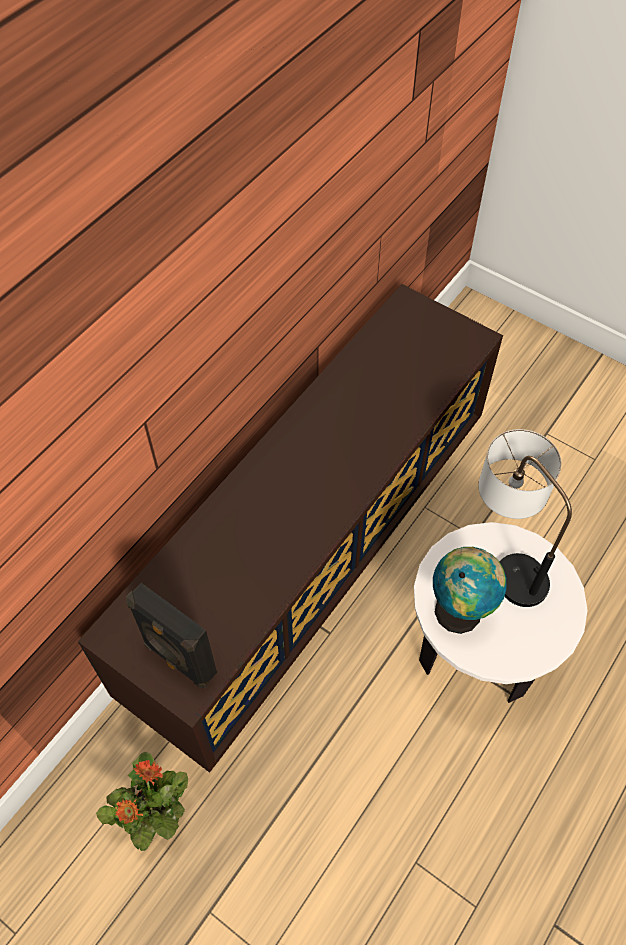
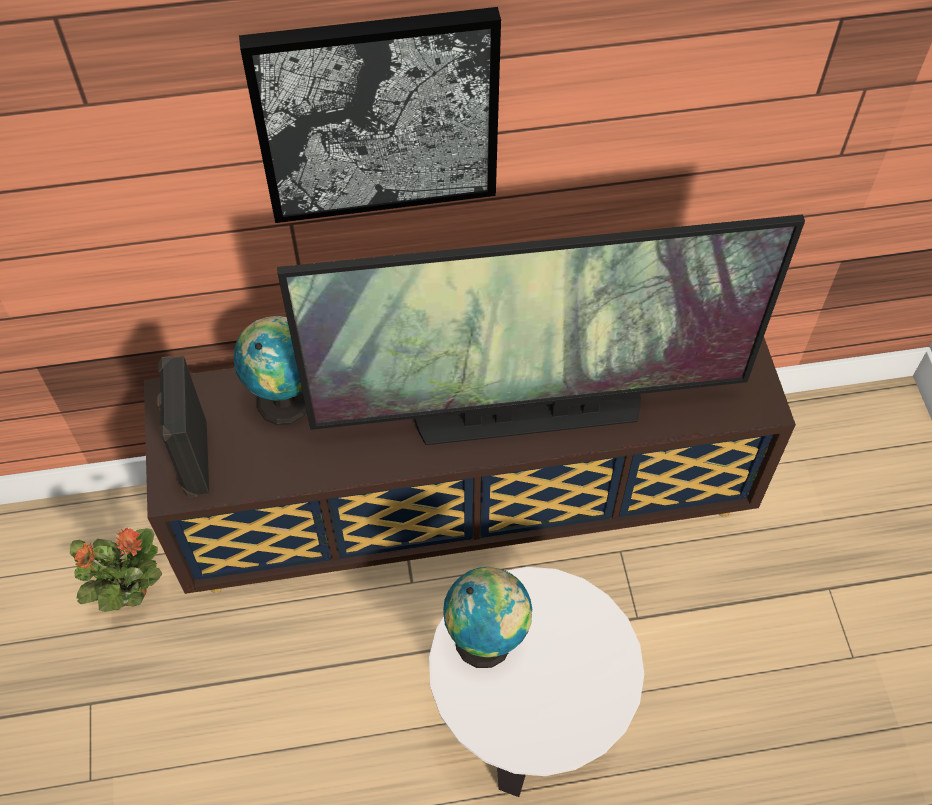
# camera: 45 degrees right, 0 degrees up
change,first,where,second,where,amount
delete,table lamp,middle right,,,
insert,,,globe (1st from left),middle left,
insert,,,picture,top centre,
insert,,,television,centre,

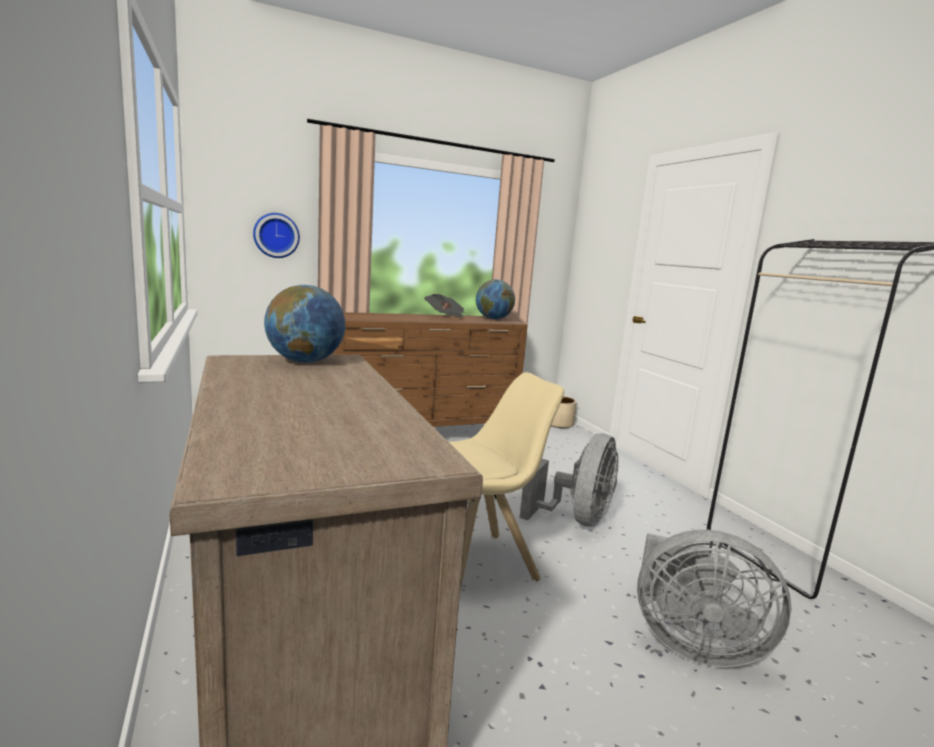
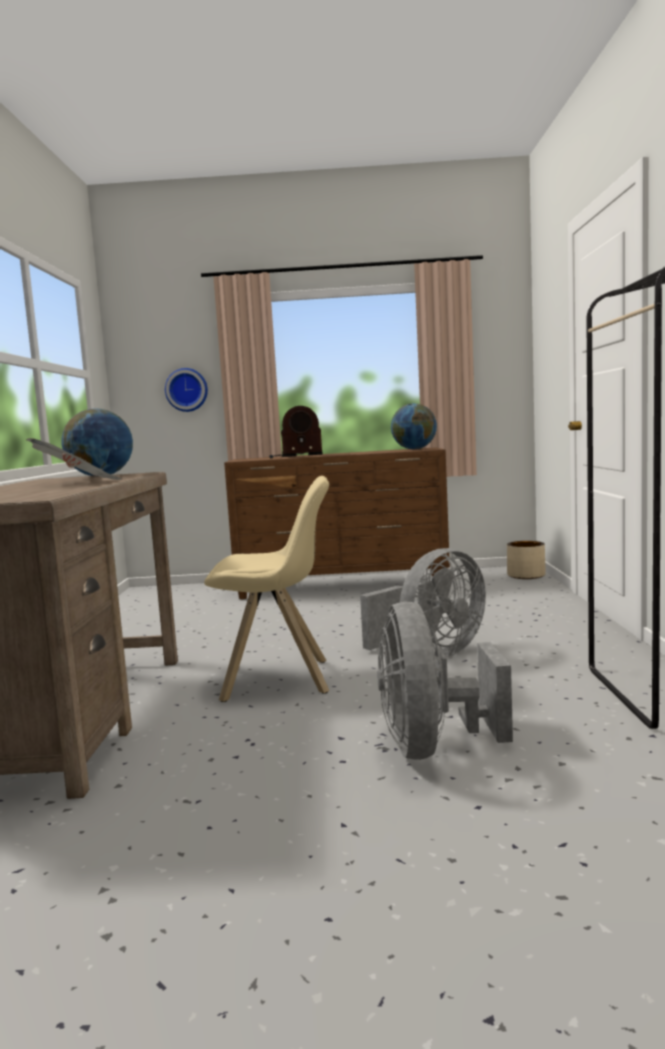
# camera: 25 degrees right, 5 degrees down
change,first,where,second,where,amount
insert,,,radio,centre,
move,newspaper,centre,,middle left,
rotate,fan/grey (2nd from left),bottom right,,middle right,45 degrees clockwise

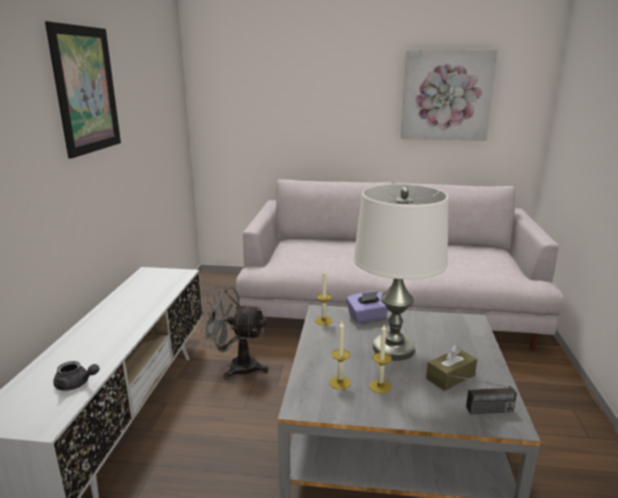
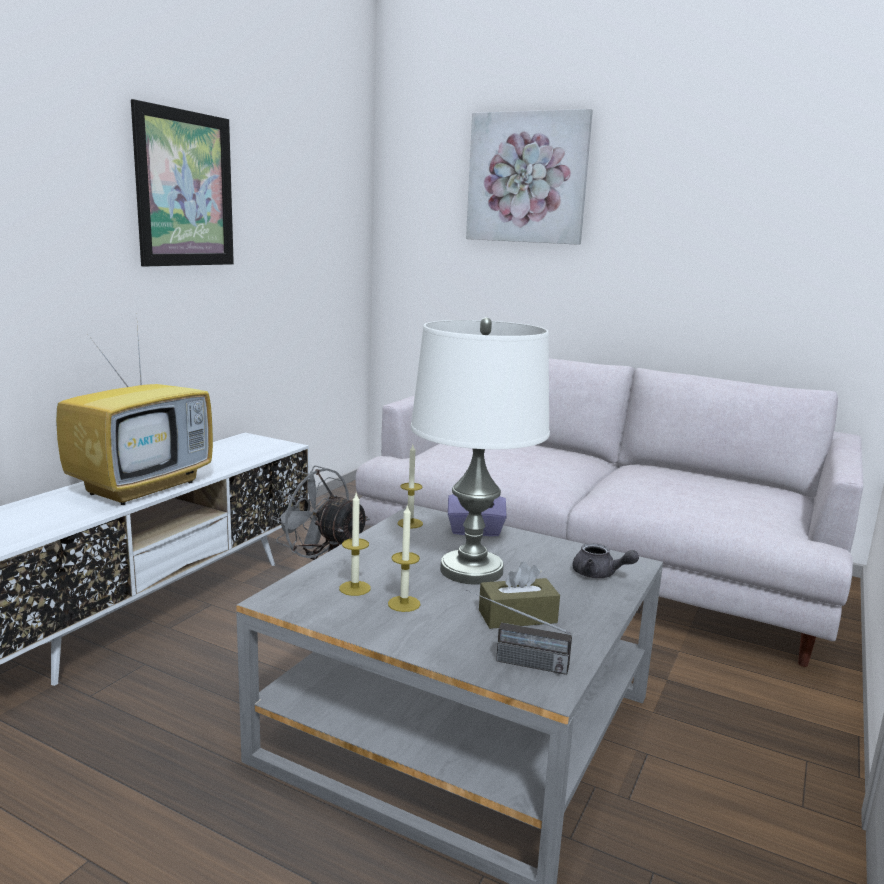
# camera: 20 degrees right, 5 degrees down
change,first,where,second,where,amount
insert,,,television,middle left,
move,teapot/grey,bottom left,,middle right,
move,picture (2nd from left),top right,,top centre,

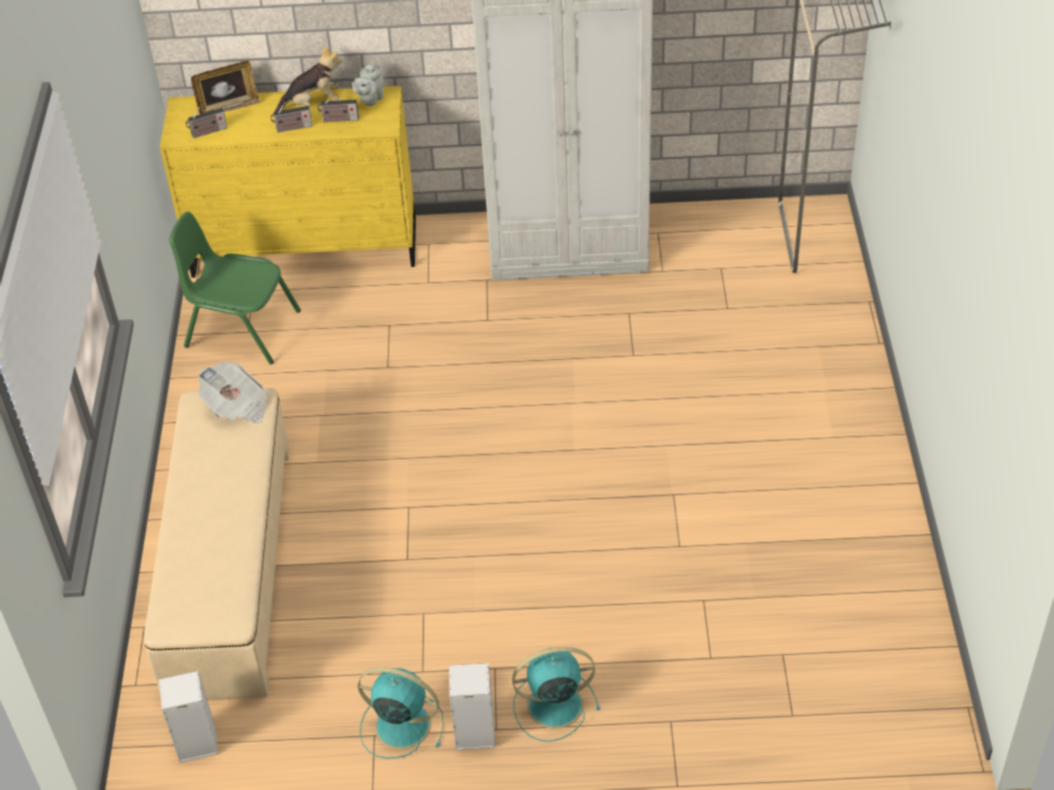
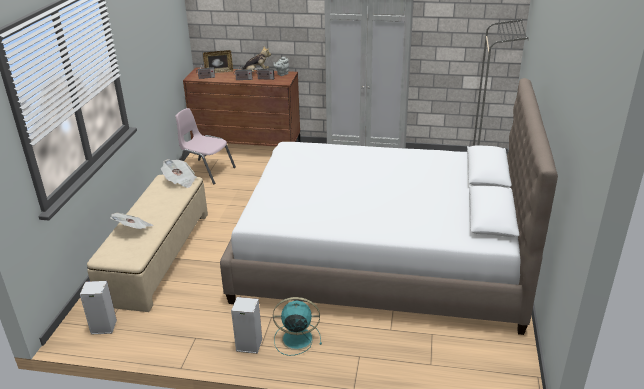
# camera: 10 degrees right, 15 degrees down
change,first,where,second,where,amount
delete,fan/turquoise (1st from left),bottom centre,,,
insert,,,newspaper (1st from left),middle left,
insert,,,bed/white,centre,
recolor,dresser/yellow,top left,dresser/brown,top centre,
recolor,chair/green,middle left,chair/pink,middle left,

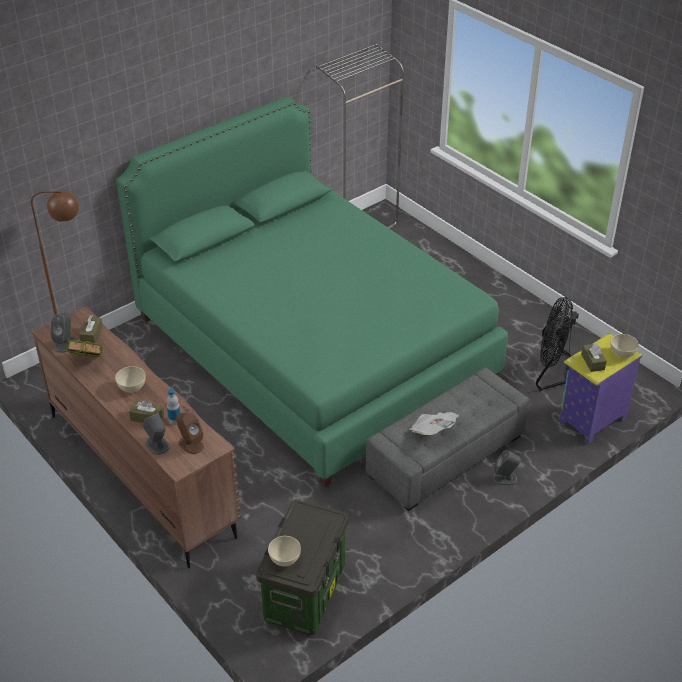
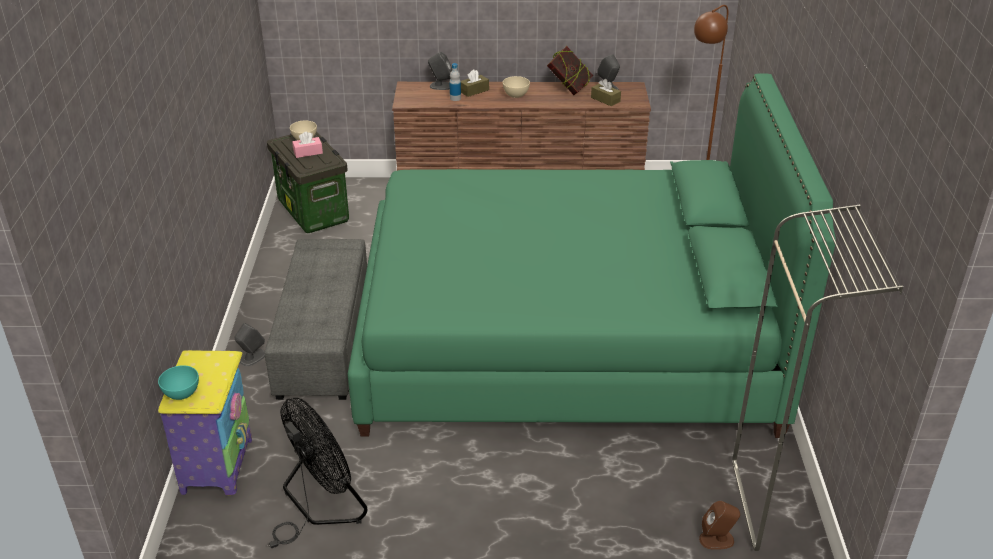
# camera: 130 degrees right, 5 degrees down
change,first,where,second,where,amount
delete,newspaper,centre,,,
delete,tissue box/brown (3rd from left),middle right,,,
insert,,,tissue box/pink,top left,
move,speaker/brown,middle left,,bottom right,
recolor,bowl/beige (3rd from left),middle right,bowl/turquoise,bottom left,

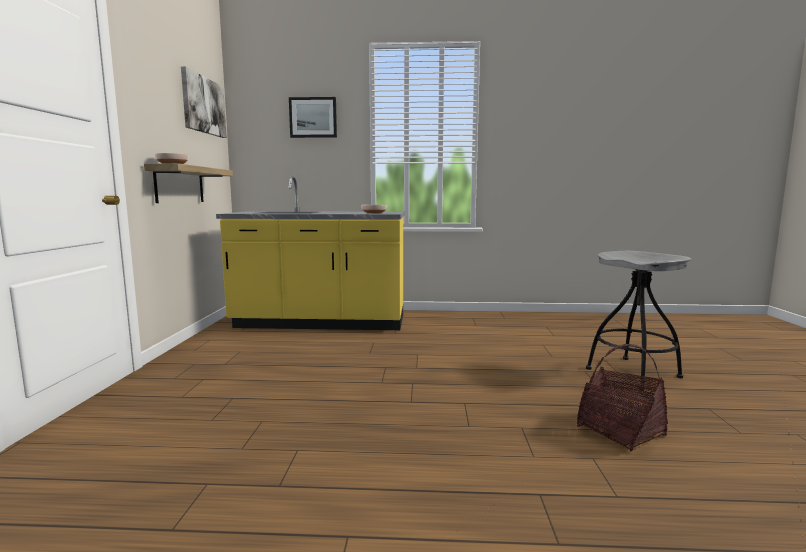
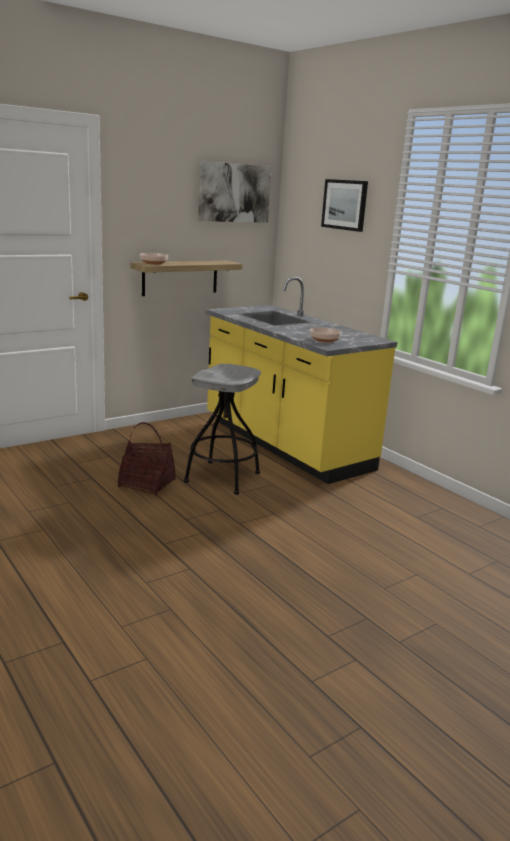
# camera: 50 degrees right, 10 degrees up
change,first,where,second,where,amount
move,basket,bottom right,,middle left,
move,stool/grey,middle right,,centre,

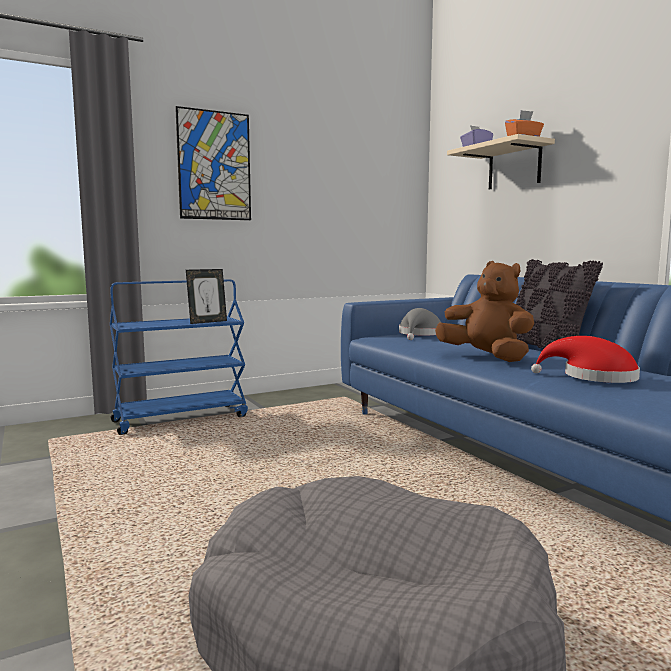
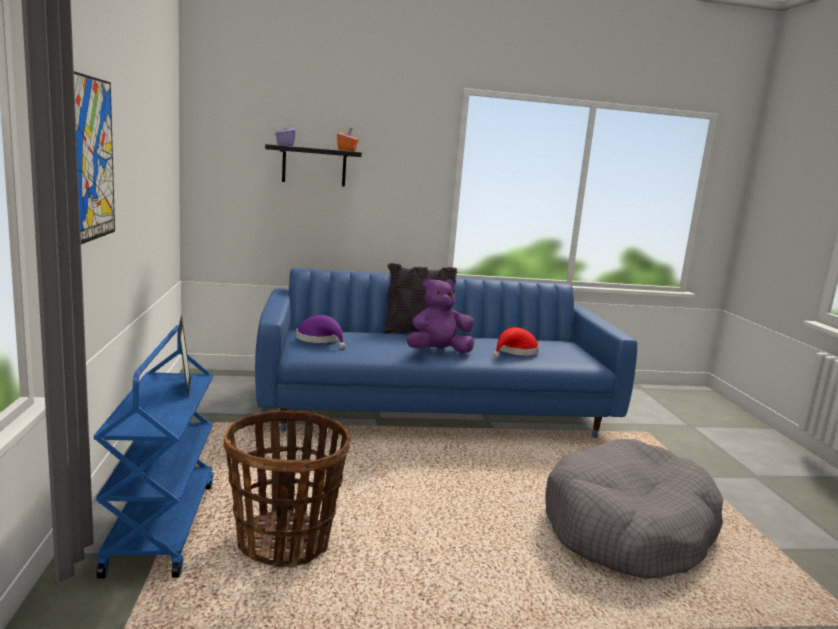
# camera: 70 degrees left, 5 degrees up
change,first,where,second,where,amount
insert,,,basket,bottom centre,
recolor,hat/grey,centre,hat/purple,centre,
recolor,plush toy/brown,middle right,plush toy/purple,centre,
recolor,shelf/beige,top right,shelf/black,top centre,

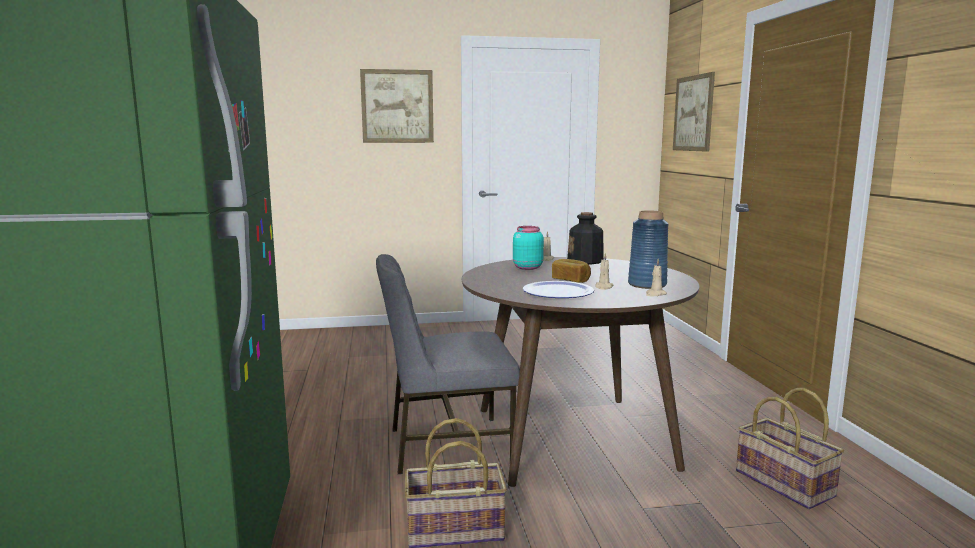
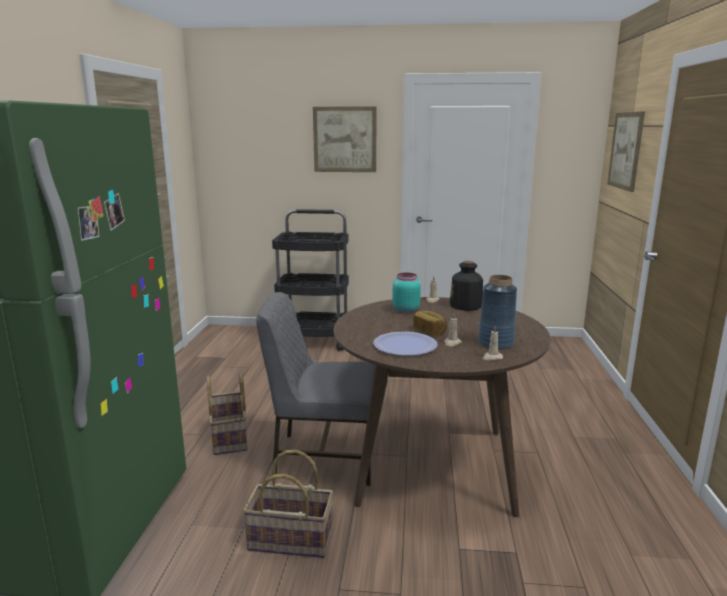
# camera: 15 degrees right, 5 degrees up
change,first,where,second,where,amount
insert,,,cart/black,centre,
move,basket (2nd from left in the first image),bottom right,basket (1st from left),bottom left,

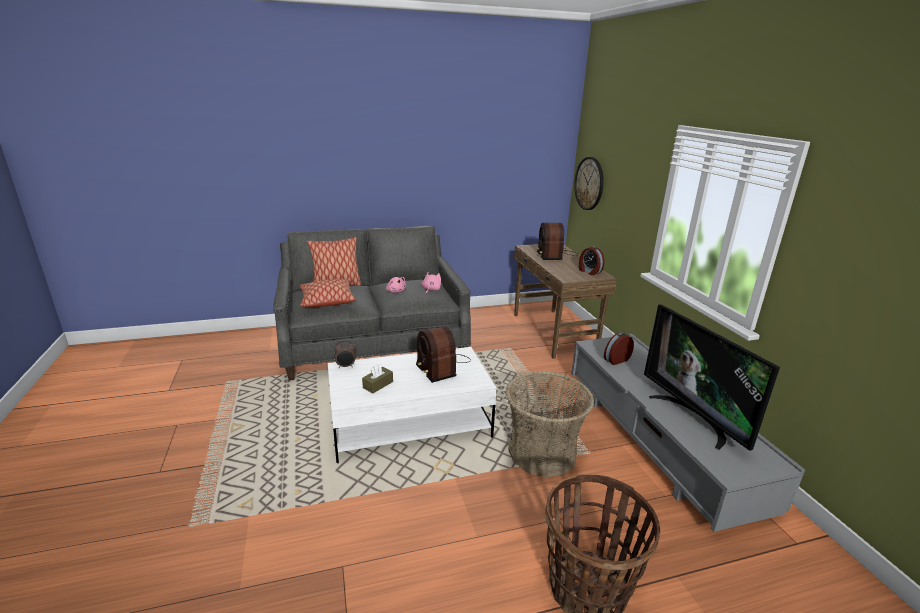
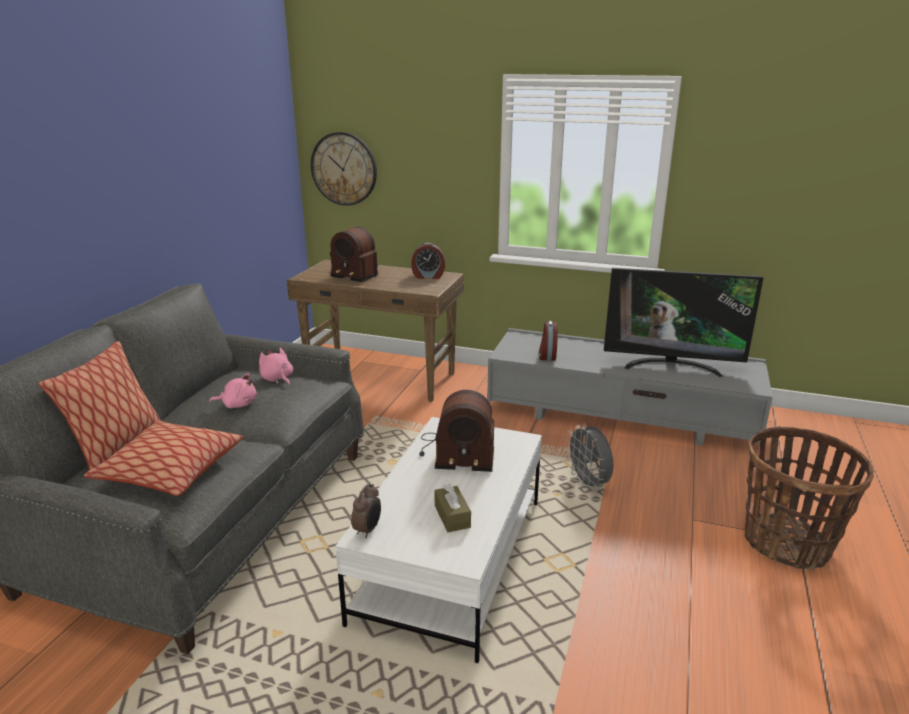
# camera: 55 degrees left, 0 degrees up
change,first,where,second,where,amount
replace,basket (1st from left),bottom centre,fan/grey,centre,

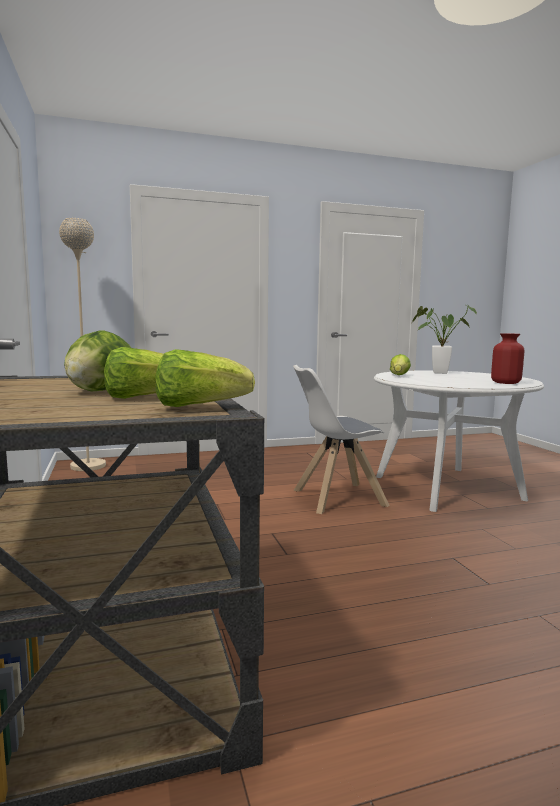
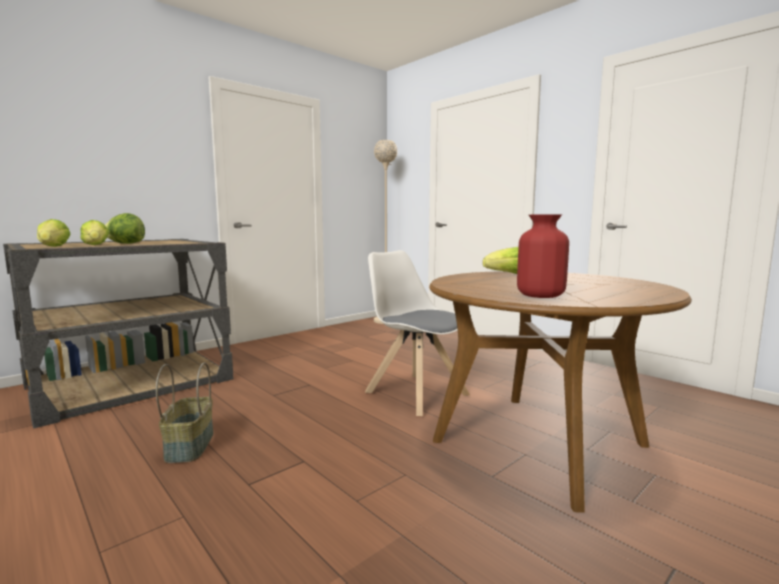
# camera: 65 degrees right, 0 degrees up
change,first,where,second,where,amount
delete,potted plant,middle right,,,
insert,,,basket,bottom left,
recolor,dining table/white,middle right,dining table/brown,bottom right,

